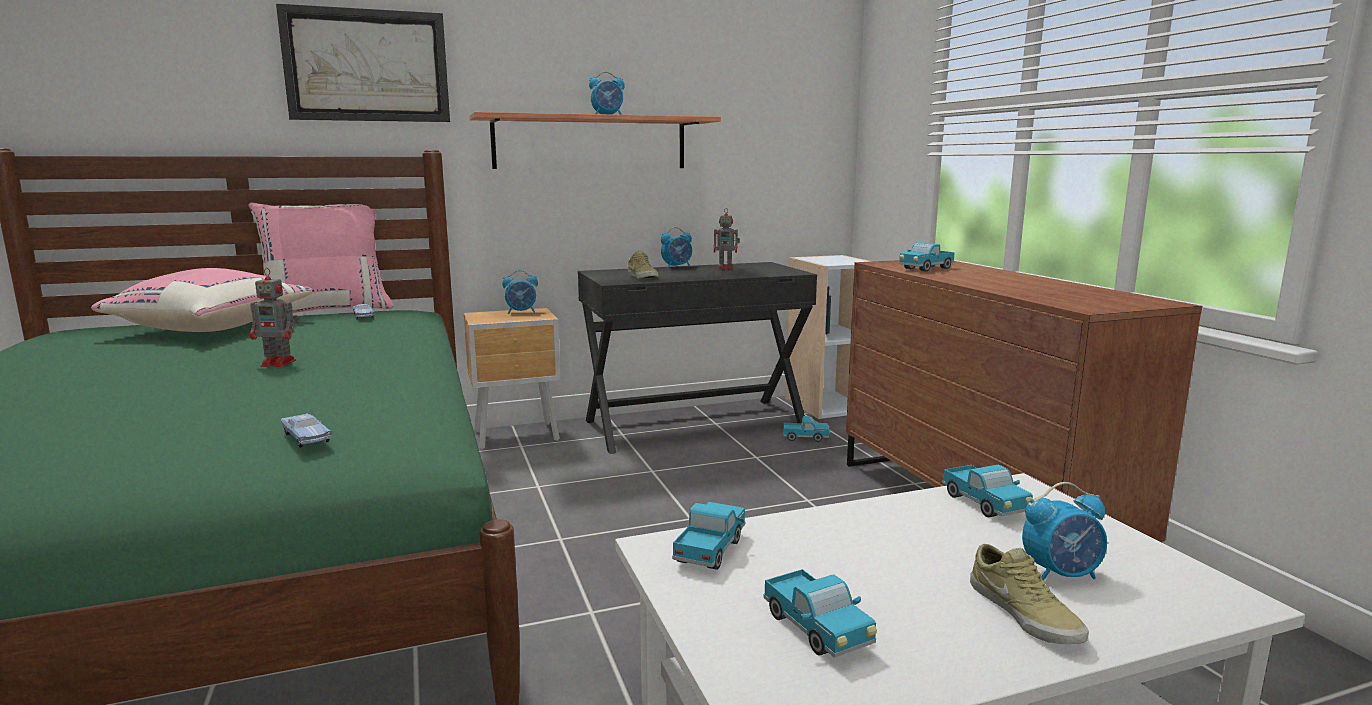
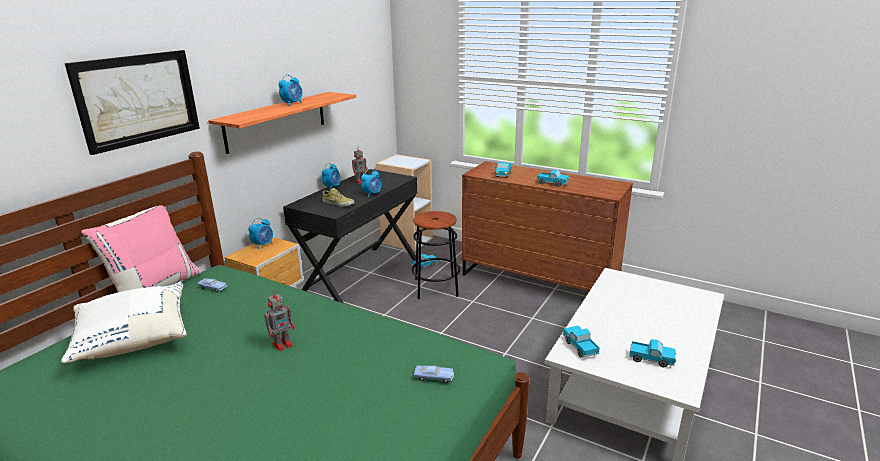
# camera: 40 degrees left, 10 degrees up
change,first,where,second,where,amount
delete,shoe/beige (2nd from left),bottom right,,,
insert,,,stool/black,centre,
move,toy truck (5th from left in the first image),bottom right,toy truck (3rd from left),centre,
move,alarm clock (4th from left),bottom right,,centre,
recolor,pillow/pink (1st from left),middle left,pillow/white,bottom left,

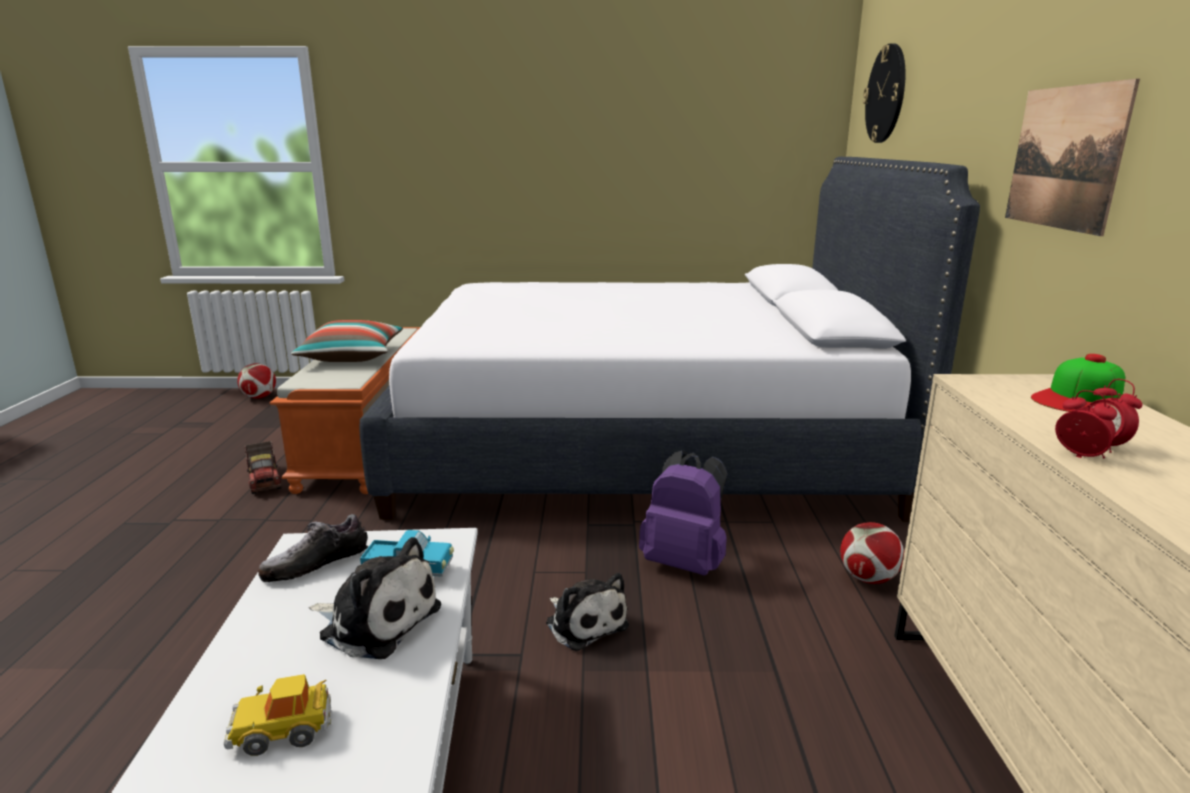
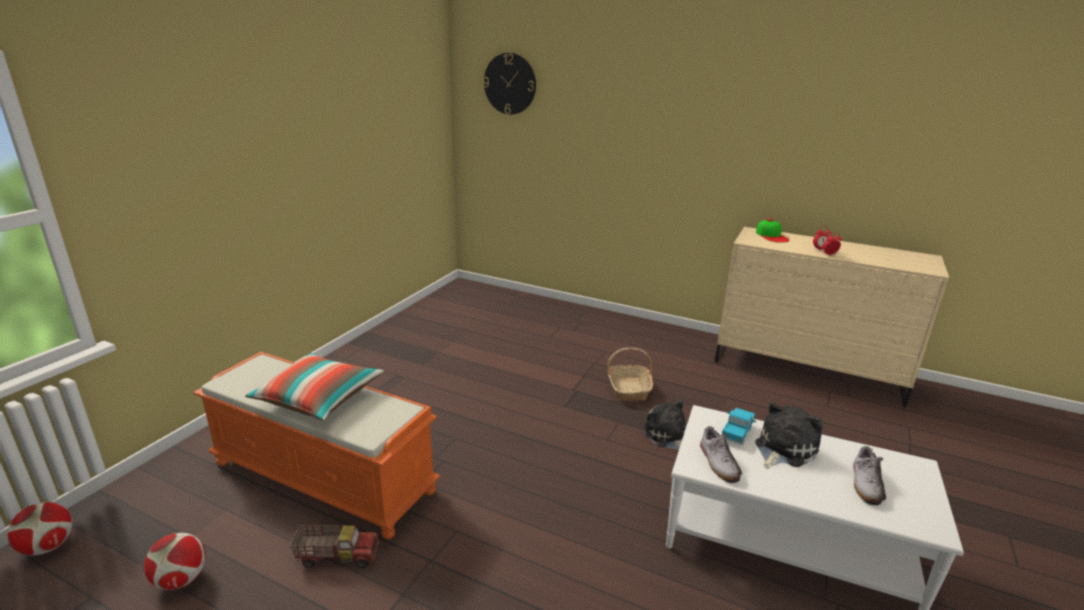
# camera: 65 degrees left, 5 degrees up
change,first,where,second,where,amount
delete,bed/white,centre,,,
delete,picture,top right,,,
move,football (2nd from left),bottom right,,bottom left,
replace,toy car,bottom left,shoe (2nd from left),bottom right,
replace,backpack/purple,centre,basket,centre,
rotate,plush toy (2nd from left in the first image),bottom centre,plush toy (1st from left),bottom centre,105 degrees counterclockwise

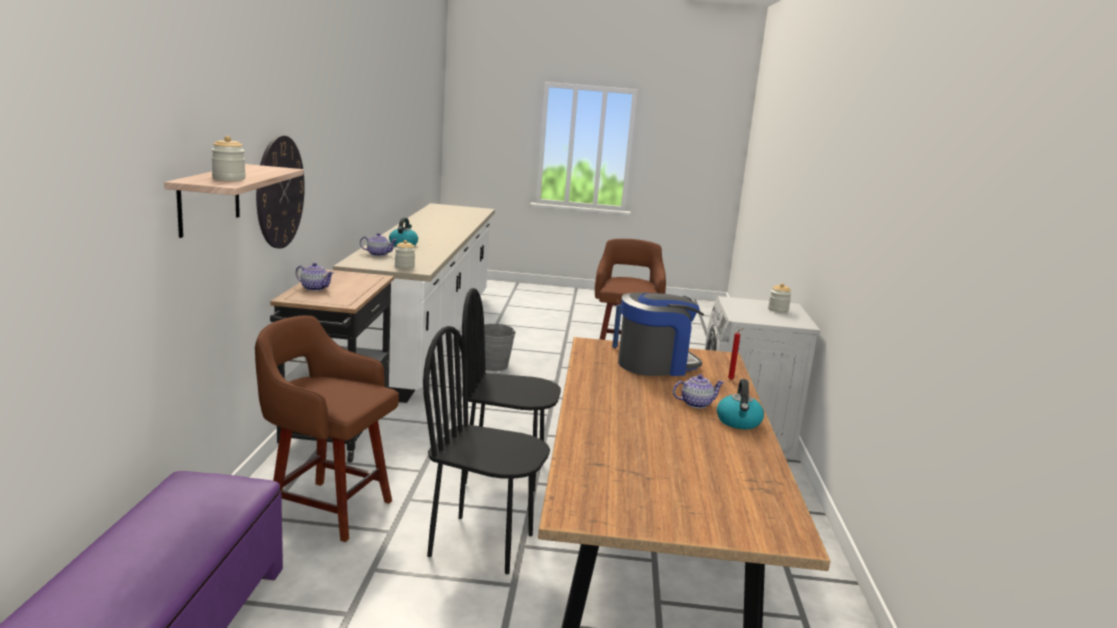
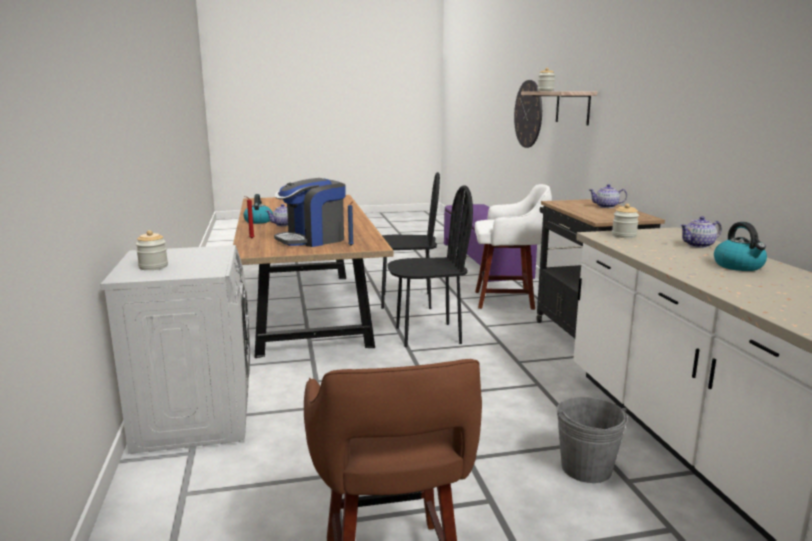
# camera: 165 degrees right, 0 degrees up
change,first,where,second,where,amount
move,wall clock,top left,,top centre,
recolor,stool/brown (1st from left),bottom left,stool/white,centre,

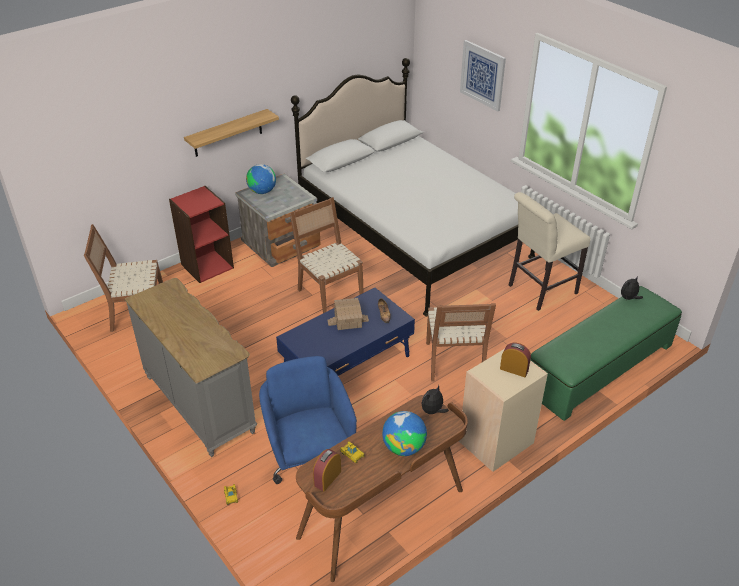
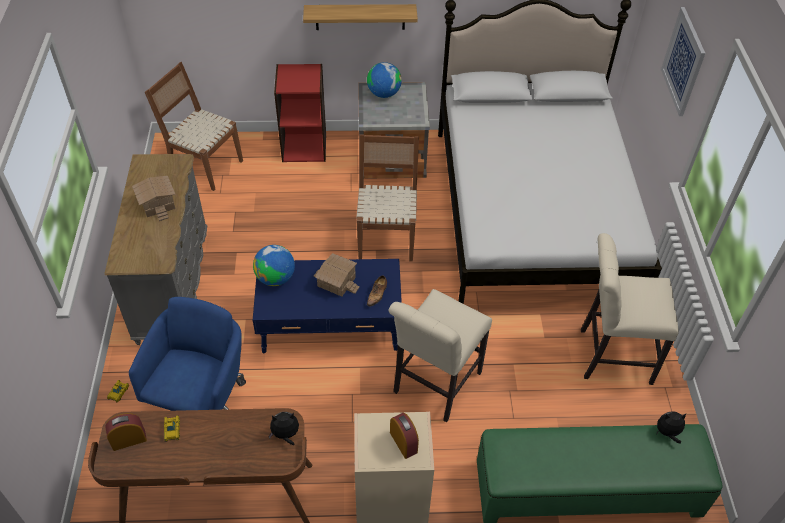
# camera: 35 degrees right, 10 degrees up
change,first,where,second,where,amount
insert,,,toy house (1st from left),middle left,
move,globe (2nd from left in the first image),bottom centre,globe (1st from left),centre,
replace,chair (3rd from left),centre,stool/beige (1st from left),bottom centre,

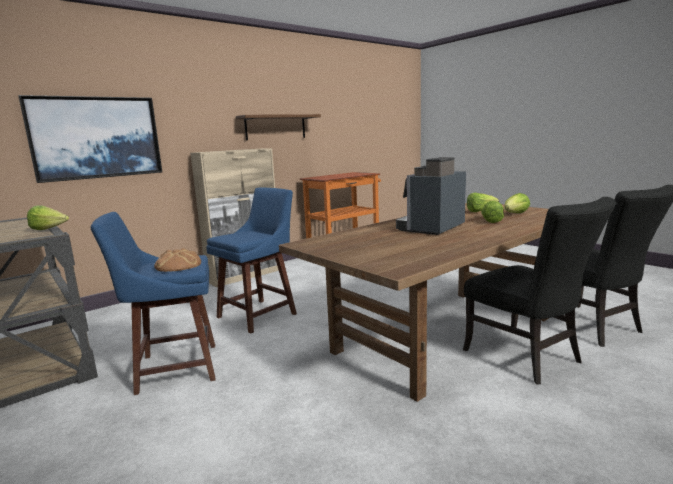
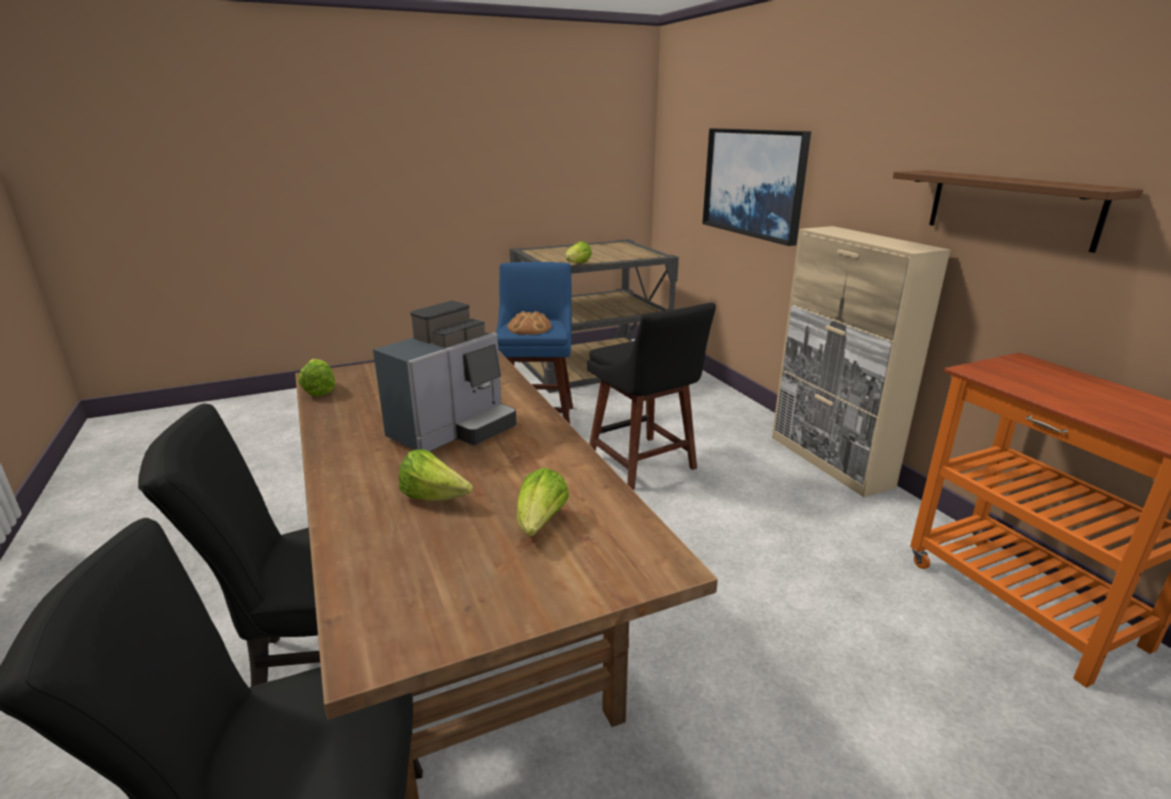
# camera: 105 degrees right, 10 degrees up
change,first,where,second,where,amount
move,lettuce (4th from left in the first image),middle right,lettuce (1st from left),middle left,
recolor,stool/blue (2nd from left),centre,stool/black,centre,
rotate,coffee machine,centre,,centre,75 degrees clockwise

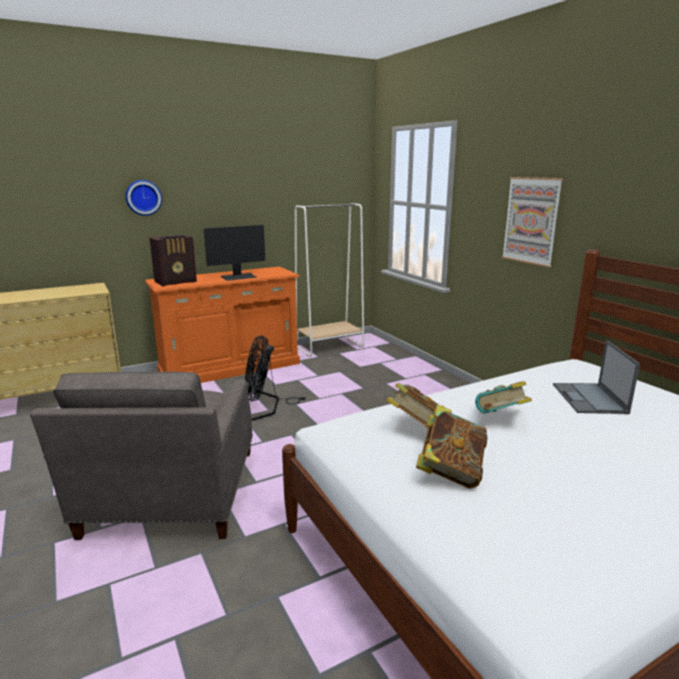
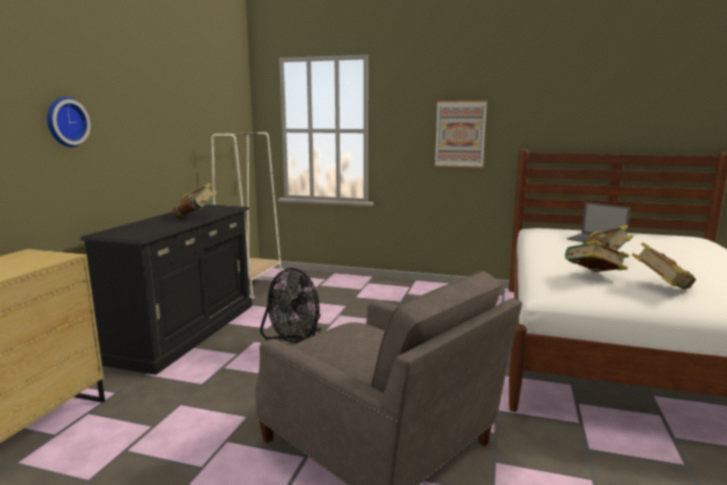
# camera: 45 degrees left, 5 degrees down
change,first,where,second,where,amount
delete,radio,middle left,,,
replace,monitor,centre,book (1st from left),middle left,
recolor,cabinet/orange,middle left,cabinet/black,middle left,

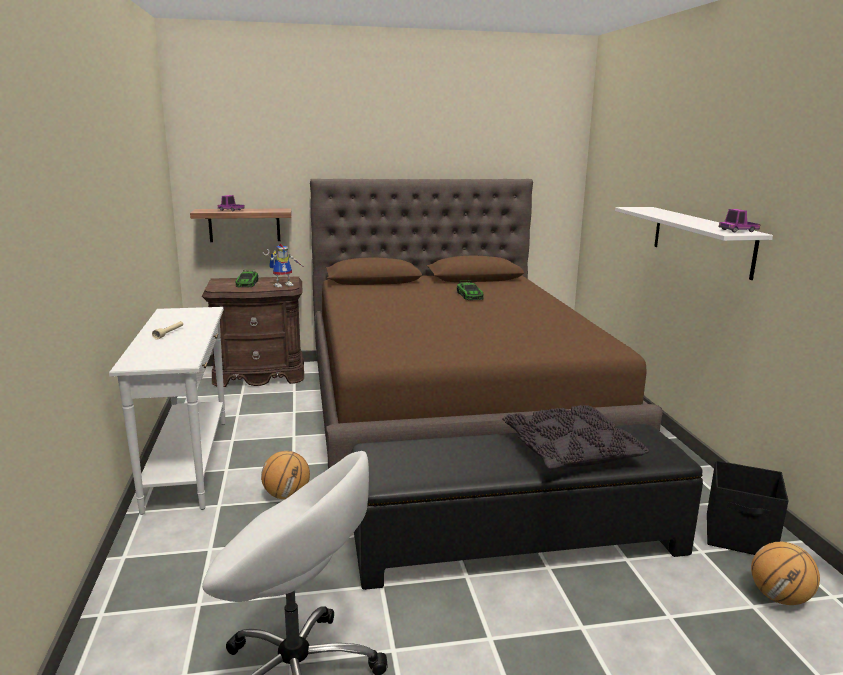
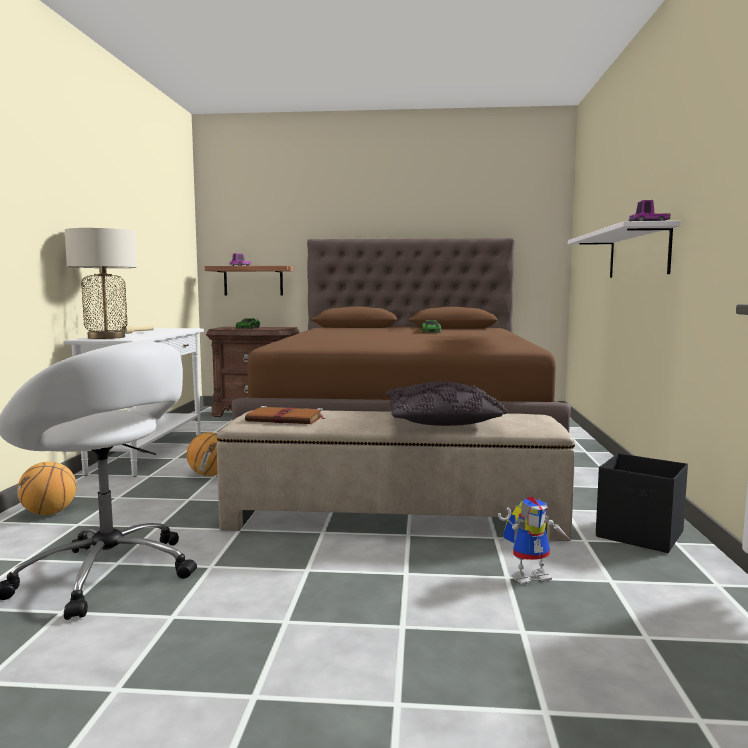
# camera: 15 degrees right, 10 degrees down
change,first,where,second,where,amount
insert,,,table lamp,middle left,
insert,,,book/brown,centre,
move,toy robot,centre,,bottom right,
move,basketball (2nd from left in the first image),bottom right,basketball (1st from left),middle left,
recolor,bench/black,bottom centre,bench/beige,centre,

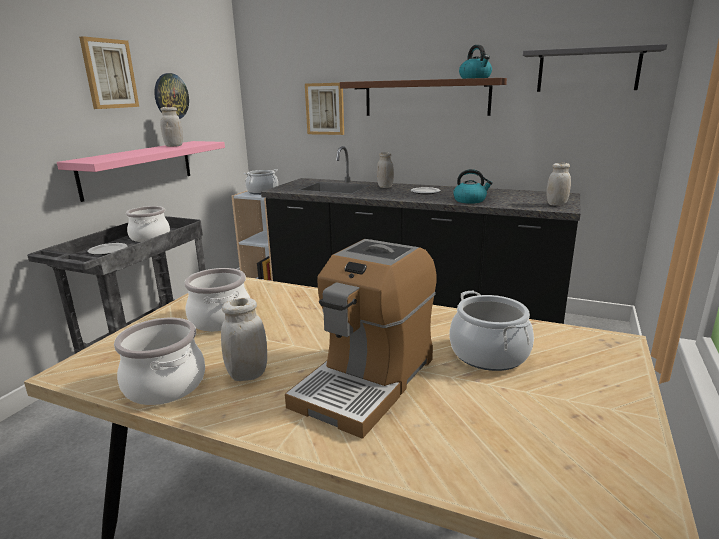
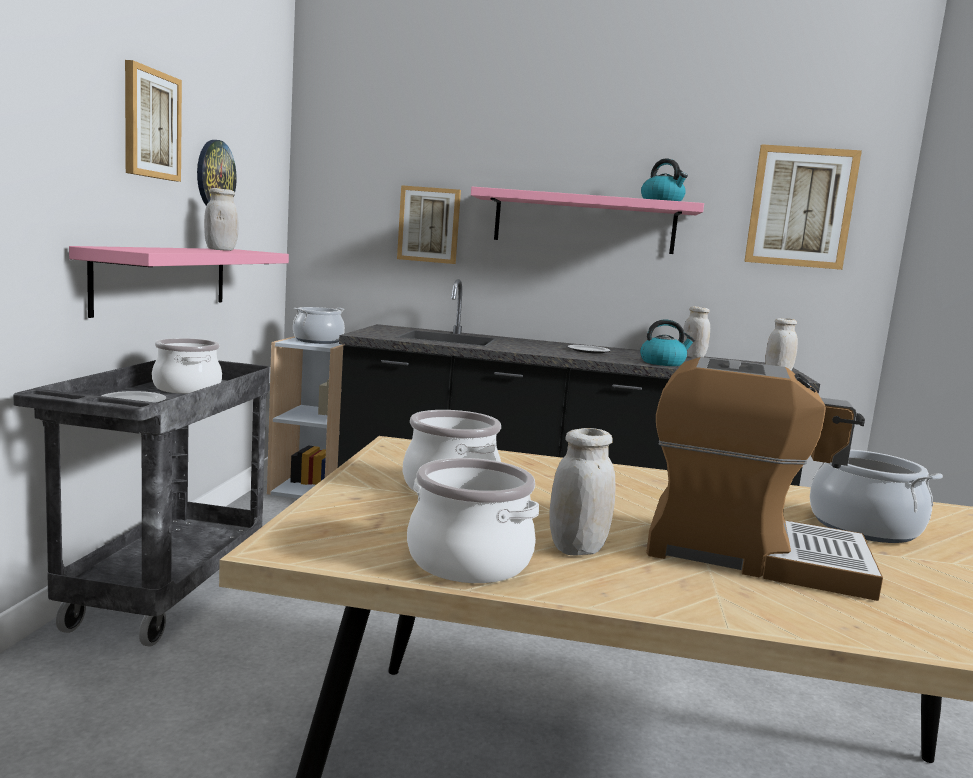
# camera: 15 degrees left, 10 degrees down
change,first,where,second,where,amount
move,jar/white (3rd from left),top centre,,middle right,
replace,shelf/grey,top right,picture (3rd from left),top right,
recolor,shelf/brown,top centre,shelf/pink (2nd from left),top centre,
rotate,coffee machine,centre,,middle right,90 degrees counterclockwise

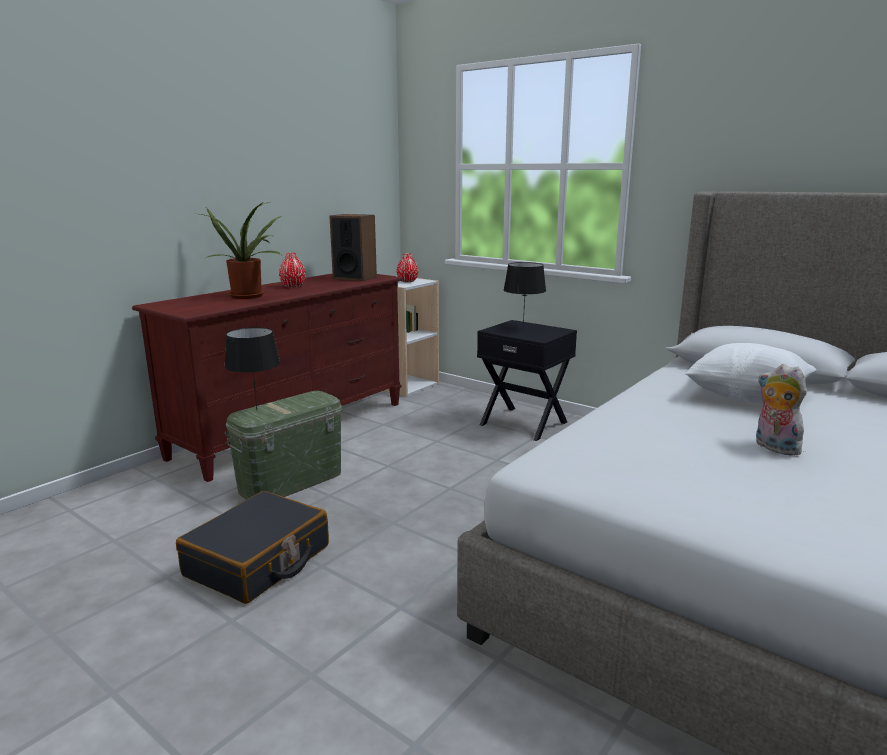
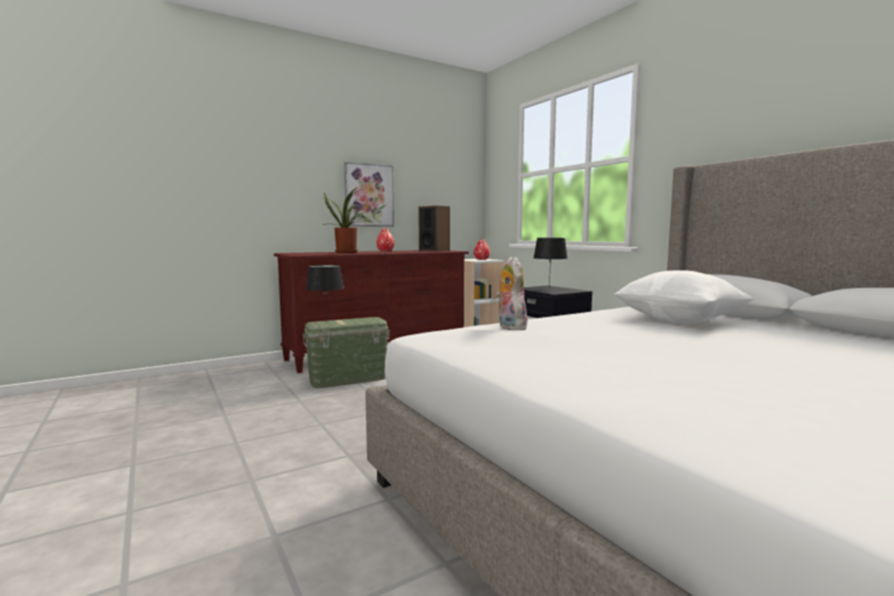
# camera: 20 degrees right, 10 degrees down
change,first,where,second,where,amount
delete,suitcase/black,bottom left,,,
insert,,,picture,top centre,
move,plush toy,middle right,,centre,

